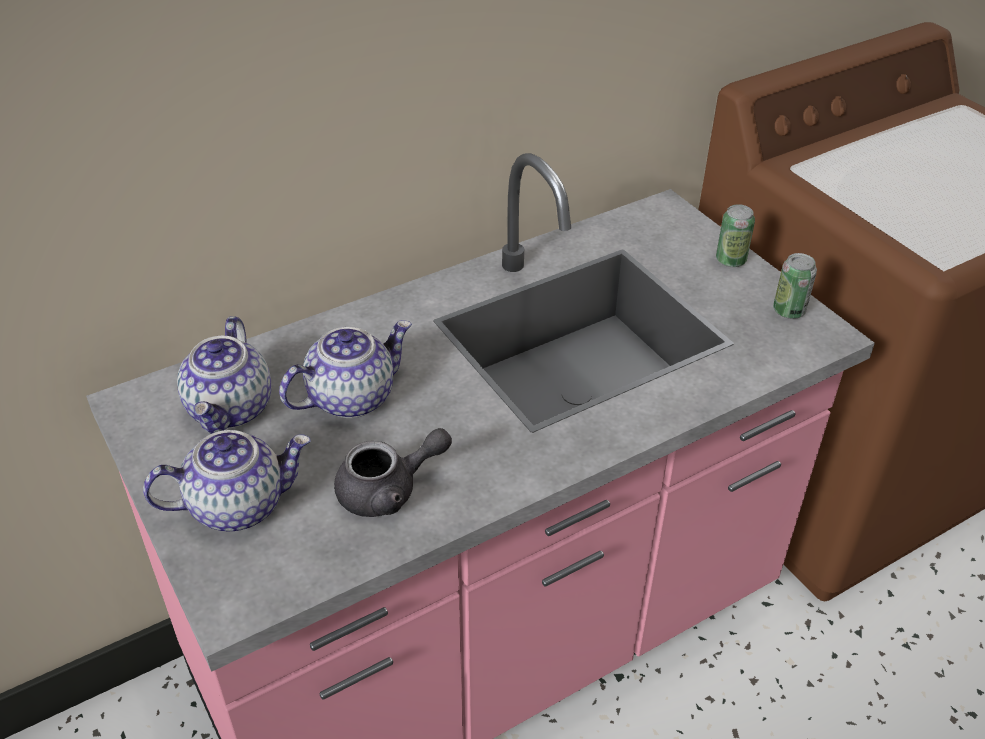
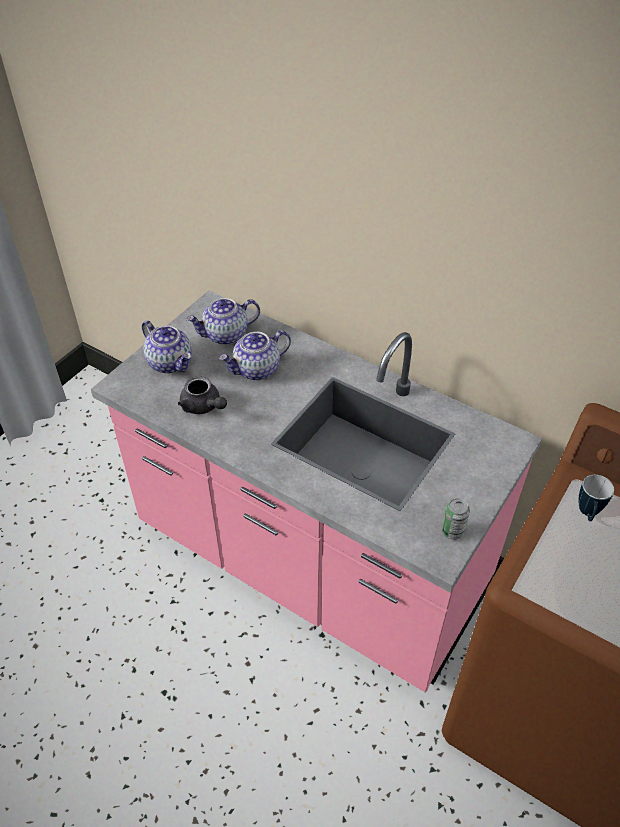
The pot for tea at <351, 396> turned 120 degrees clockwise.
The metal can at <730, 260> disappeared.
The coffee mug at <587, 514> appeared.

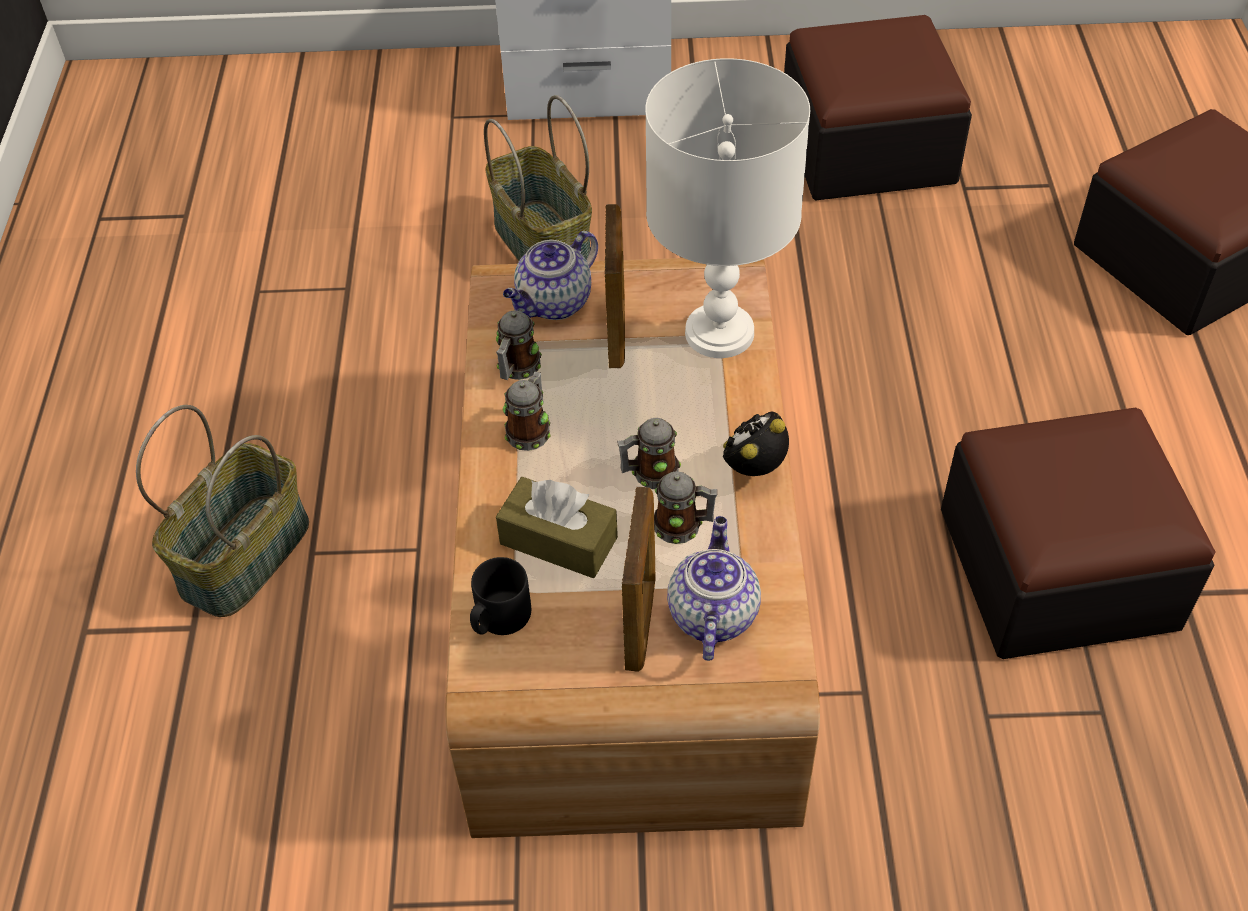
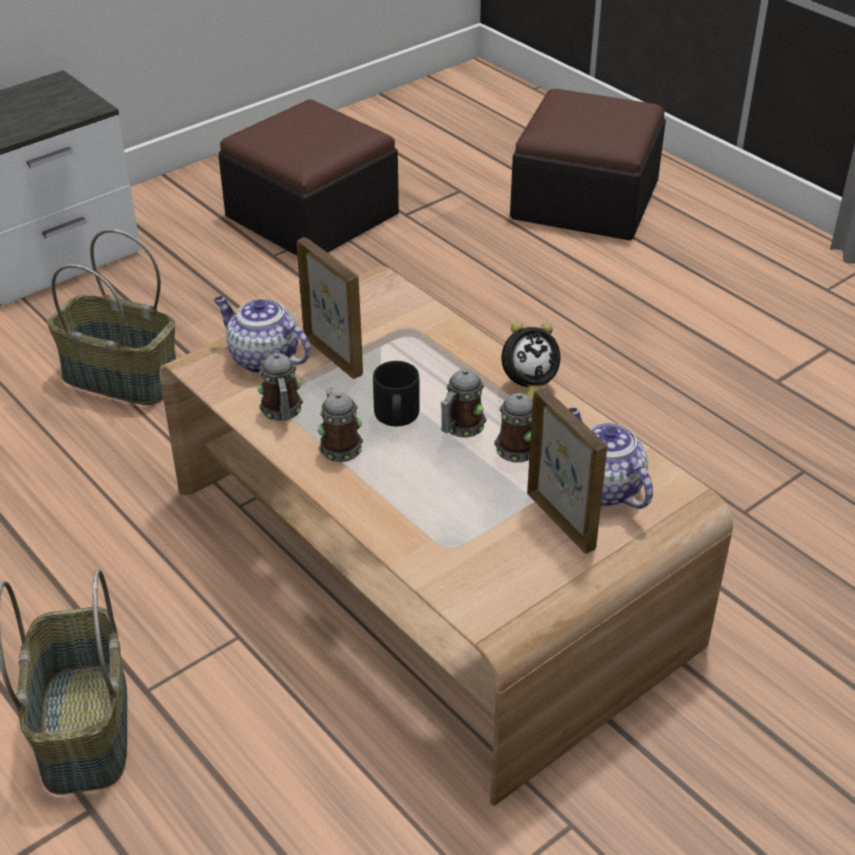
The black-coloured coffee mug moved from <499, 618> to <396, 417>.
The brown box of tissues at <558, 540> disappeared.
The pot for tea at <553, 304> turned 120 degrees clockwise.
The whitish tabletop lamp at <719, 334> disappeared.
The alarm clock at <753, 468> turned 120 degrees counterclockwise.
The pouffe at <1057, 568> disappeared.

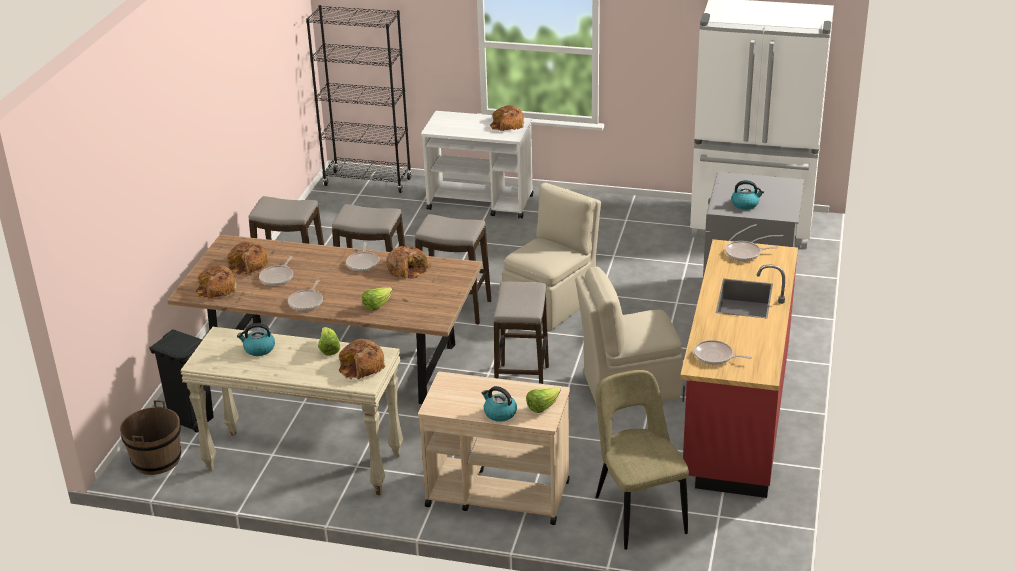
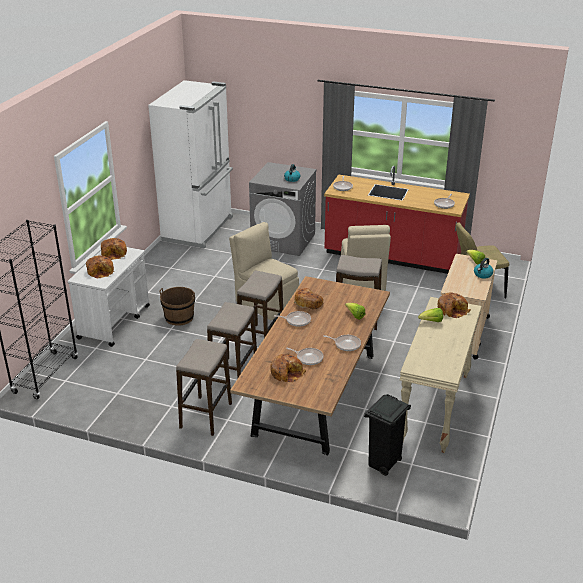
The brown pail moved from <156, 459> to <179, 317>.
The bread moved from <216, 289> to <101, 271>.
The tea kettle at <259, 349> disappeared.

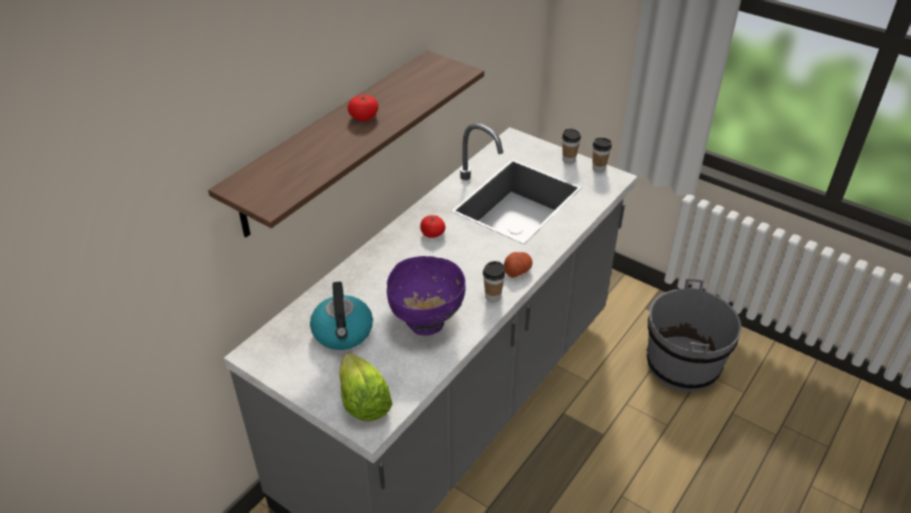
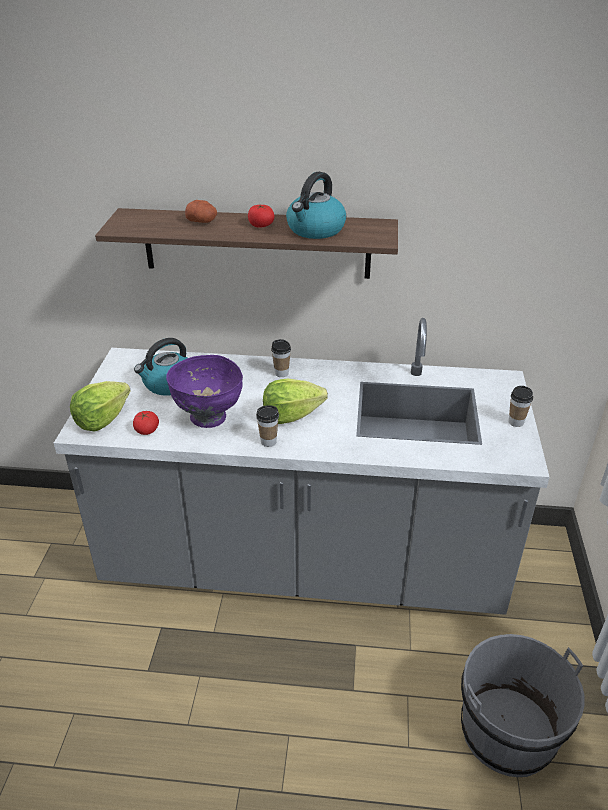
The fresh tomato moved from <432, 233> to <146, 430>.
The potato moved from <517, 270> to <202, 221>.
The drinking cup moved from <598, 169> to <281, 373>.
The lettuce at <291, 415> appeared.
The tea kettle at <315, 230> appeared.

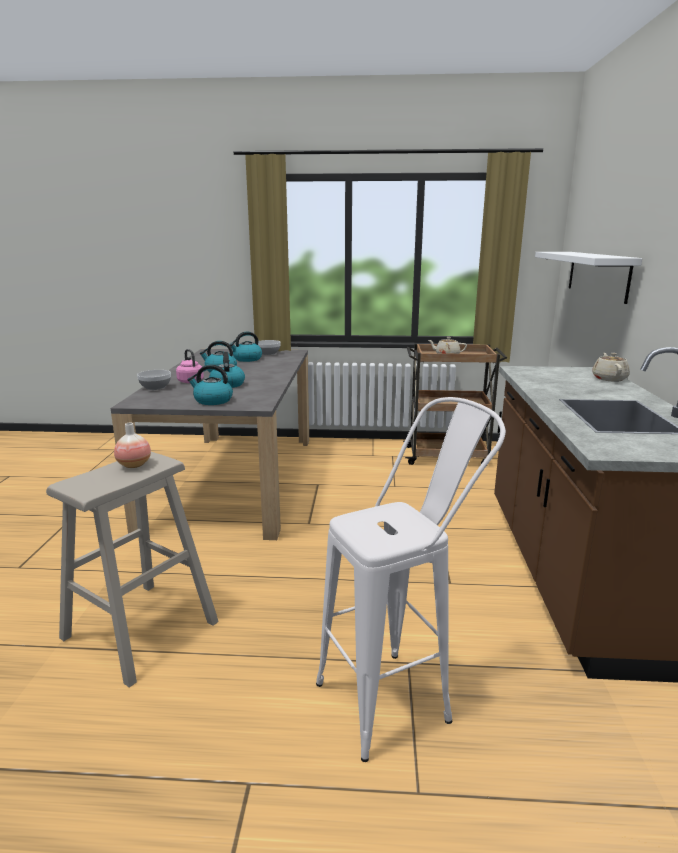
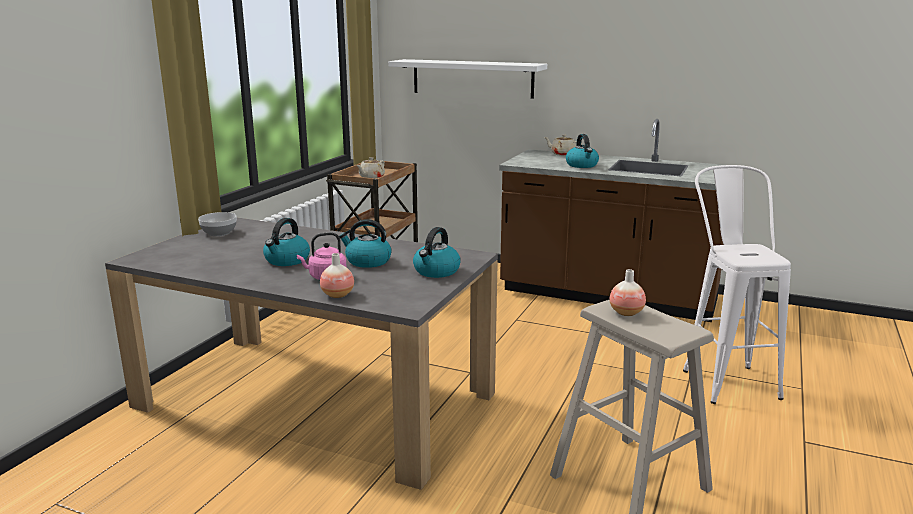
The deep dish at <156, 387> was replaced by the vase at <337, 295>.
The tea kettle moved from <247, 359> to <582, 165>.

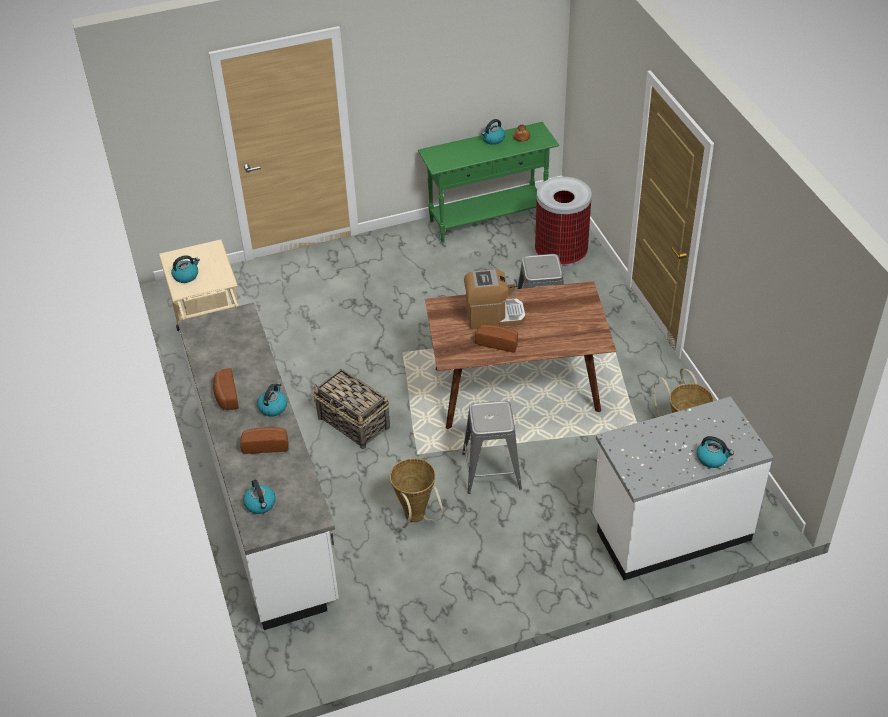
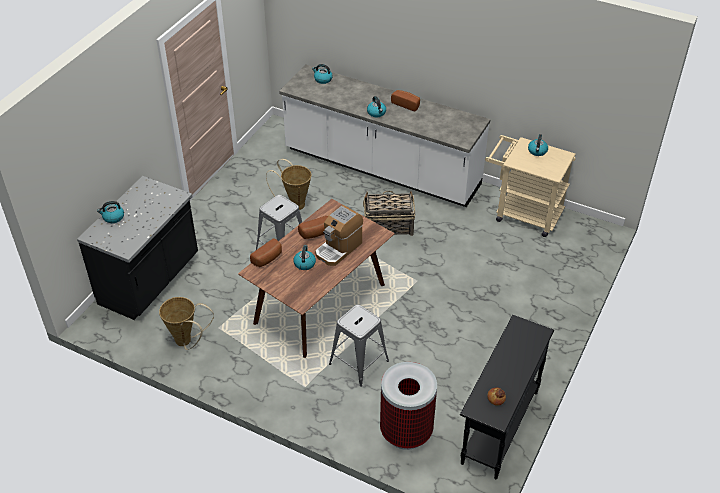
The bread moved from <266, 445> to <268, 259>.
The greenish hall table at <488, 219> became the black-coloured hall table at <499, 427>.
The tea kettle moved from <493, 139> to <304, 263>.
The whitish kitchen counter at <670, 529> became the black-coloured kitchen counter at <150, 281>.

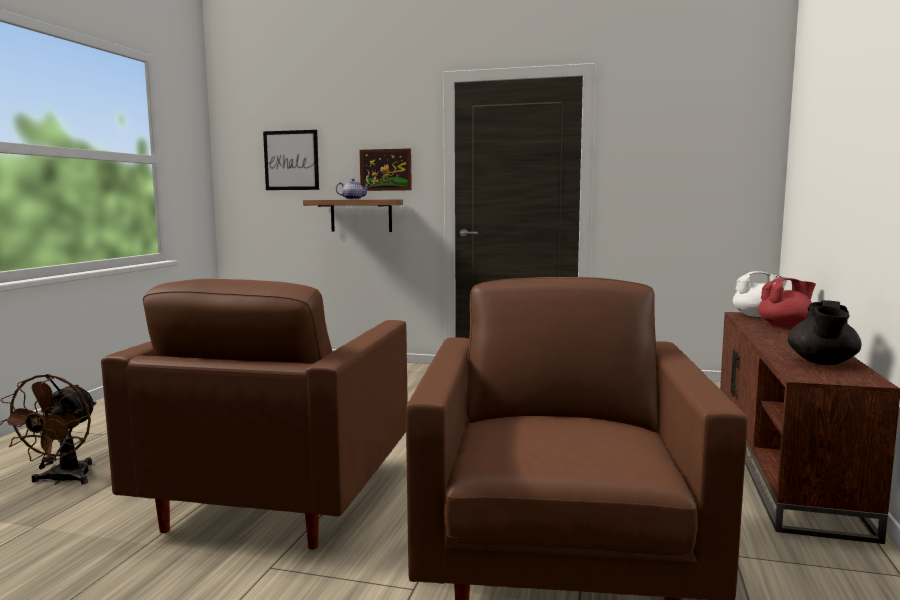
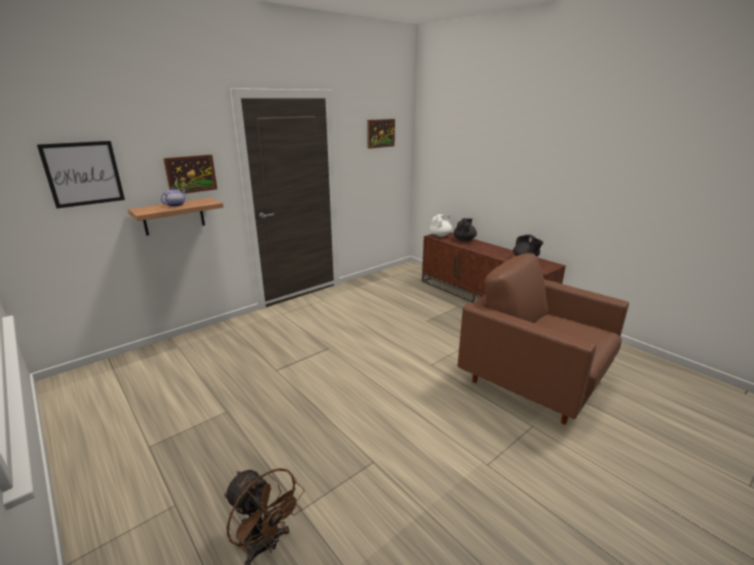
The brown easy chair at <280, 496> disappeared.
The reddish pot for tea at <785, 326> became the black-coloured pot for tea at <464, 240>.
The wall picture at <380, 133> appeared.

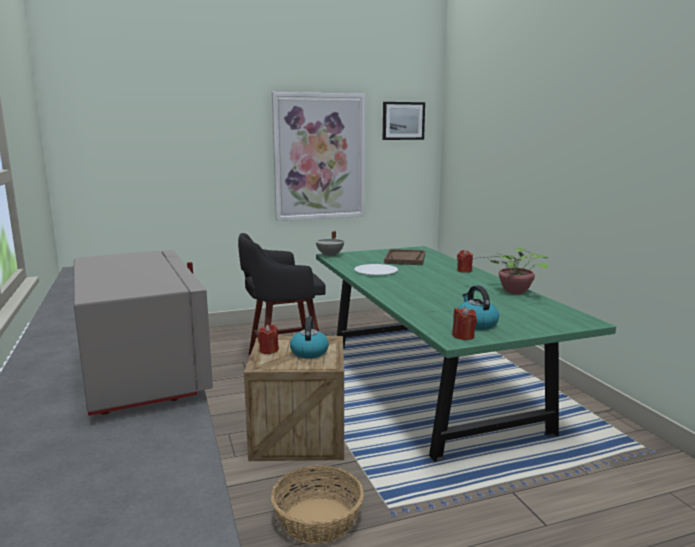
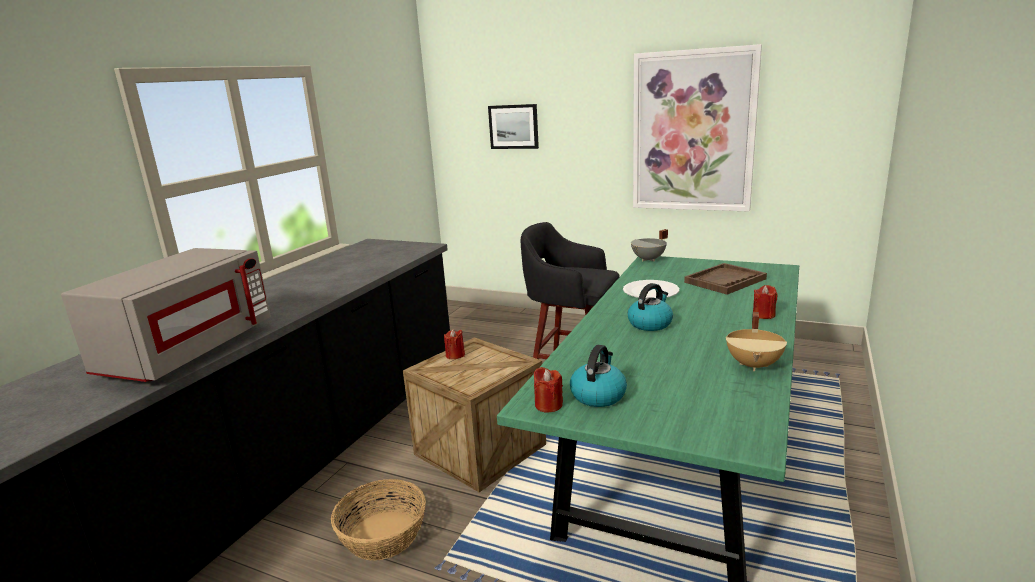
The tea kettle moved from <309, 352> to <650, 323>.
The wall picture moved from <403, 121> to <513, 126>.
The plant in a pot at <512, 292> was replaced by the sand-coloured saucepot at <754, 365>.

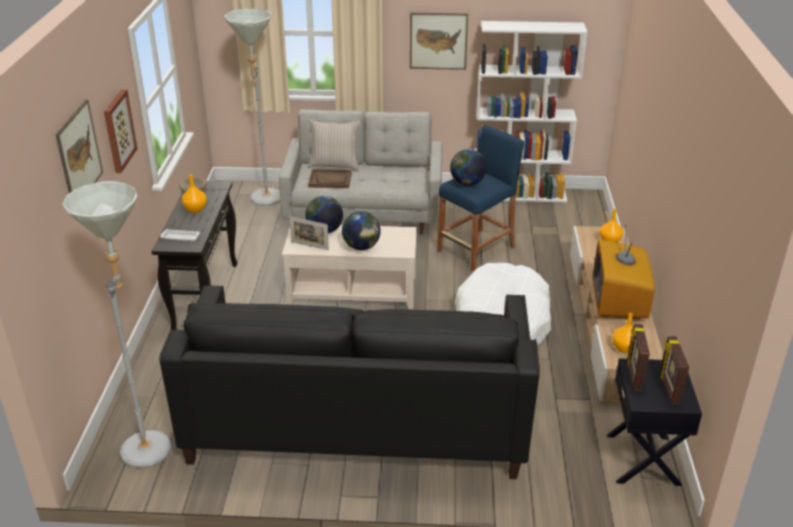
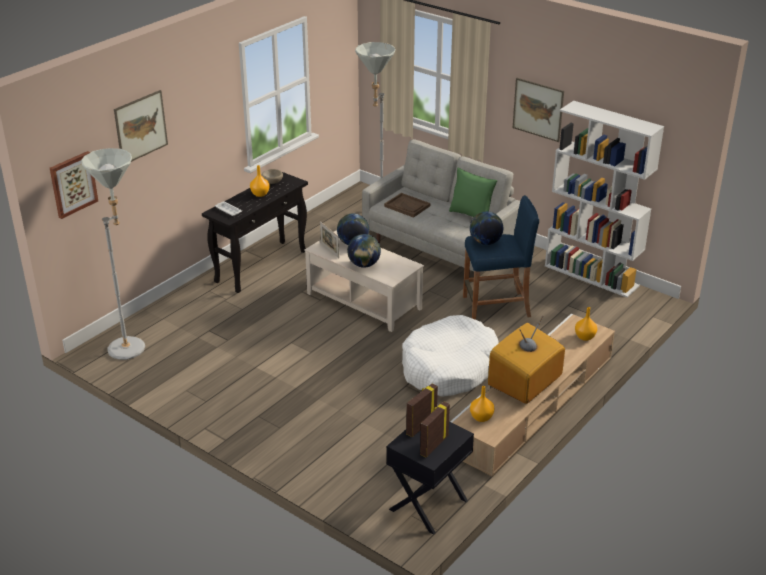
The wall picture moved from <118, 131> to <73, 184>.
The black-coloured couch at <359, 417> disappeared.
The sand-coloured cushion at <334, 165> disappeared.
The greenish cushion at <471, 214> appeared.

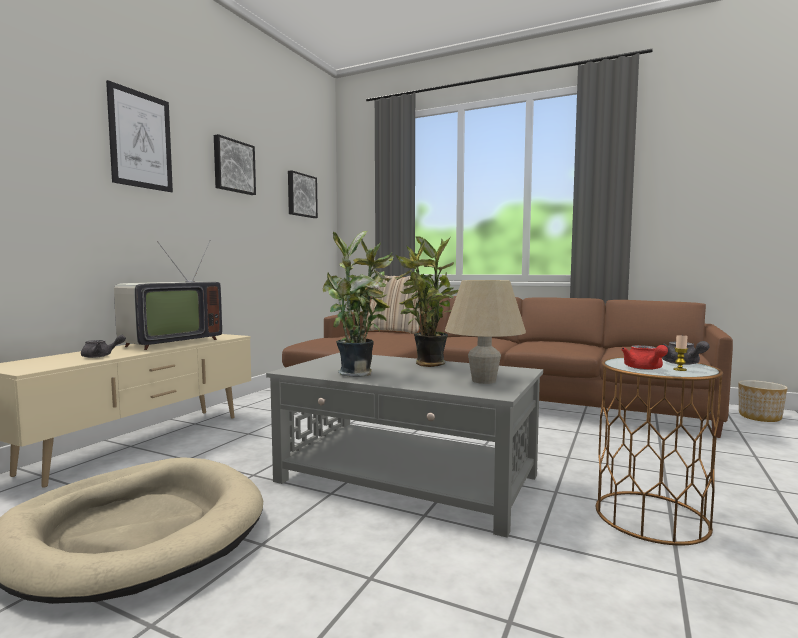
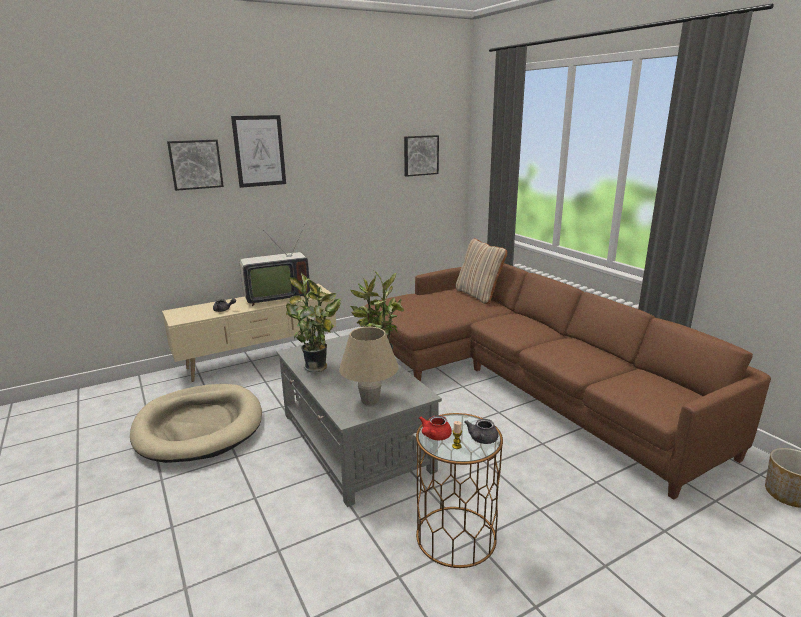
The wall picture moved from <233, 166> to <195, 164>.

